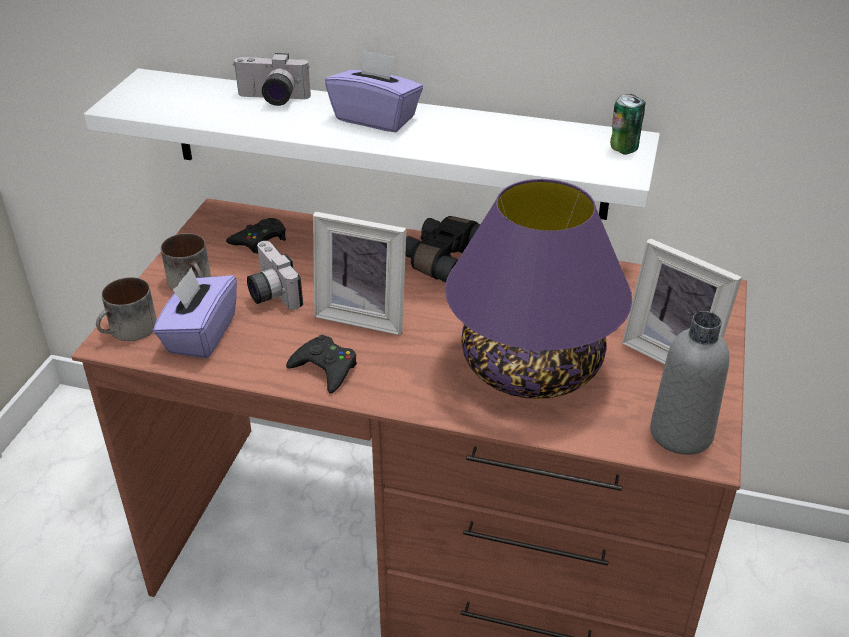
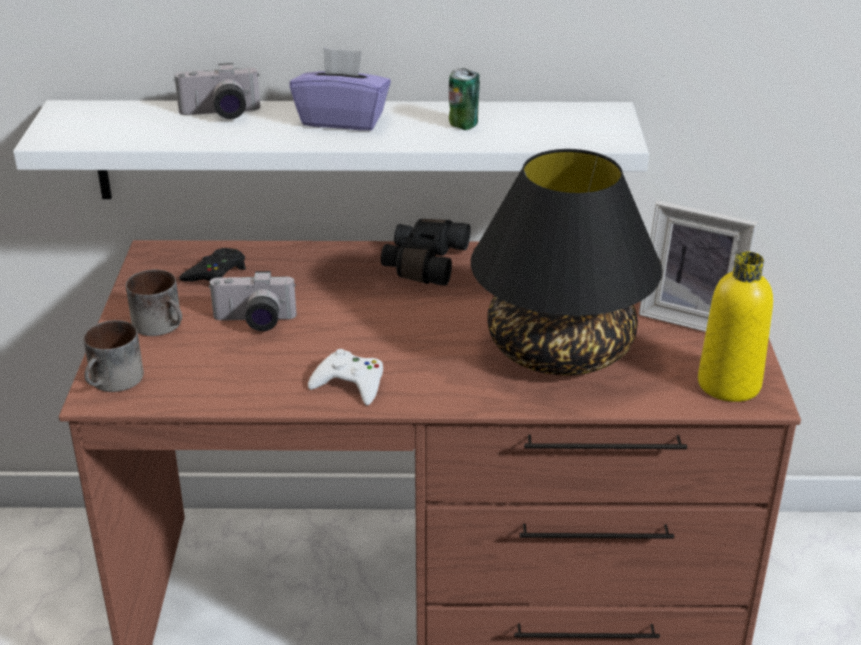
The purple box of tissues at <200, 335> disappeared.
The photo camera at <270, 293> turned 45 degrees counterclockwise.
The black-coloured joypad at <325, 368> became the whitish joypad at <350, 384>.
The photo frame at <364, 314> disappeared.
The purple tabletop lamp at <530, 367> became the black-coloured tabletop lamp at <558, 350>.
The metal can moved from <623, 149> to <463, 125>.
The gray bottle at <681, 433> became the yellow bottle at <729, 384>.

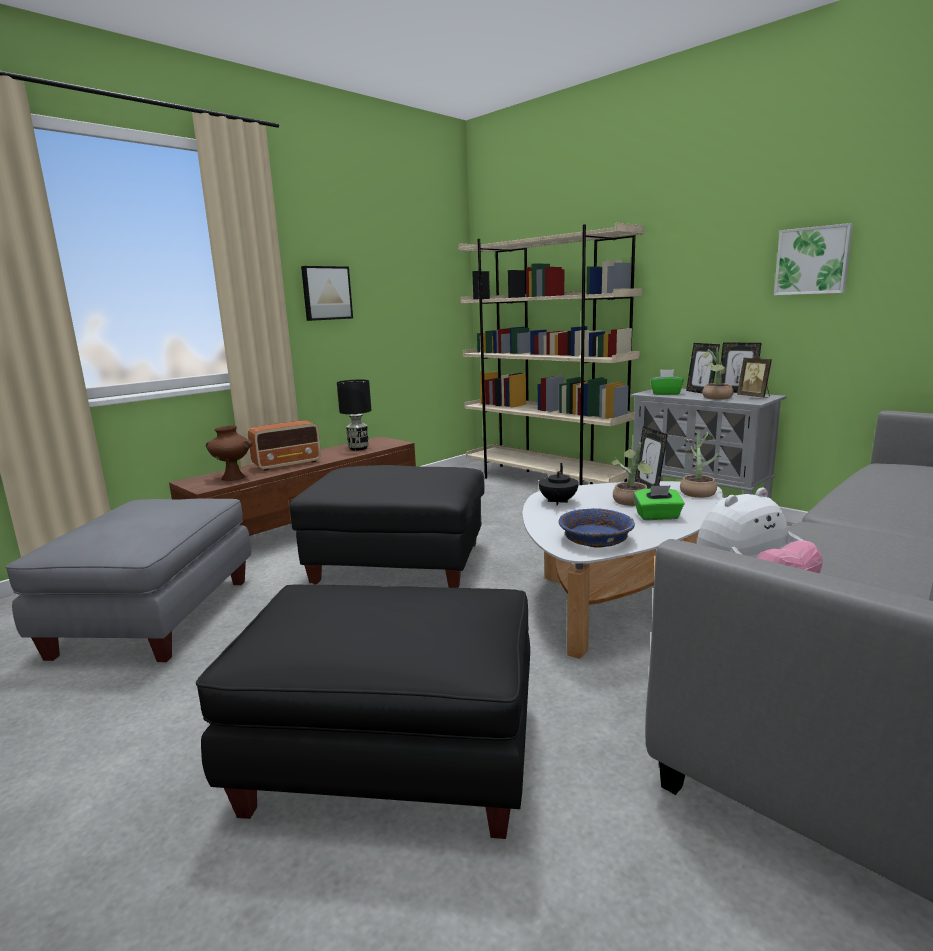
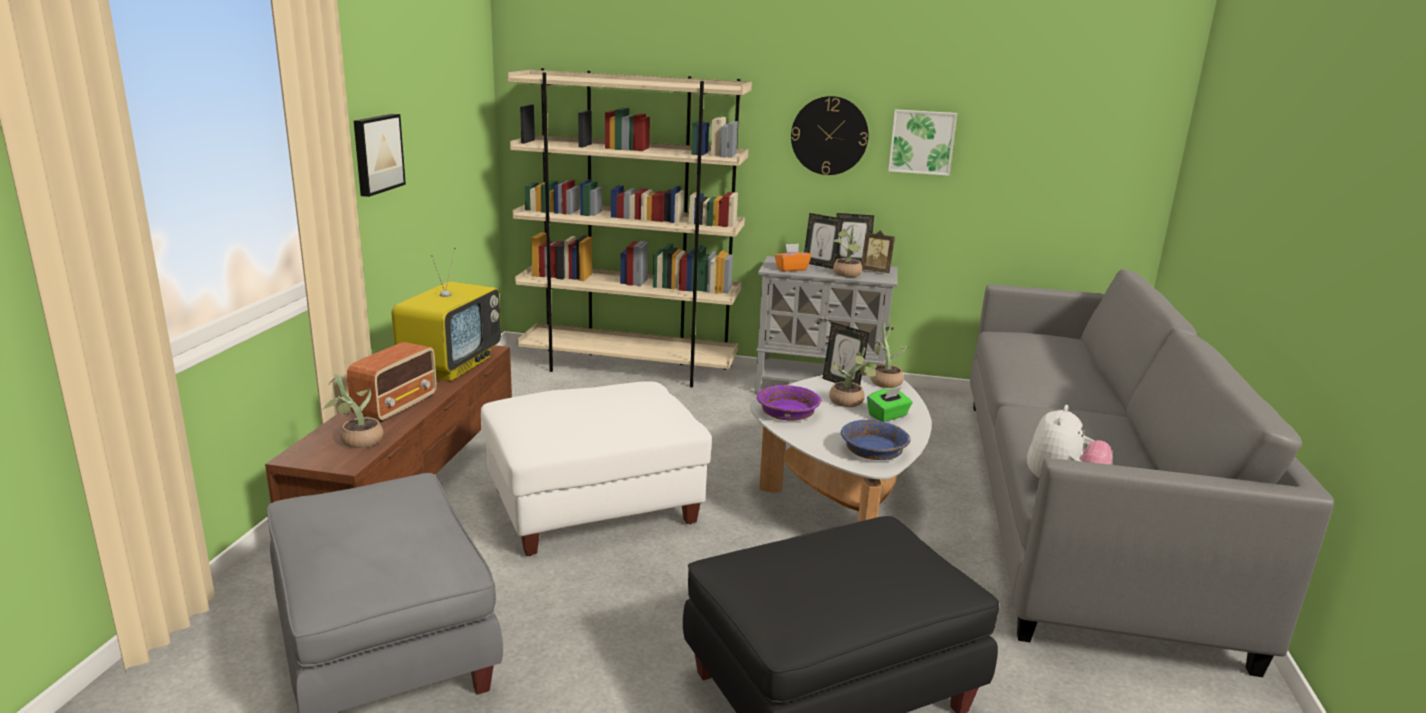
The brown vase at <232, 478> was replaced by the plant in a pot at <356, 441>.
The black-coloured pouffe at <398, 563> became the whitish pouffe at <594, 507>.
The black-coloured tabletop lamp at <358, 448> was replaced by the TV at <451, 365>.
The black-coloured pot for tea at <557, 502> was replaced by the purple deep dish at <787, 413>.
The greenish box of tissues at <665, 393> became the orange-coloured box of tissues at <791, 269>.
The clock on the wall at <829, 135> appeared.

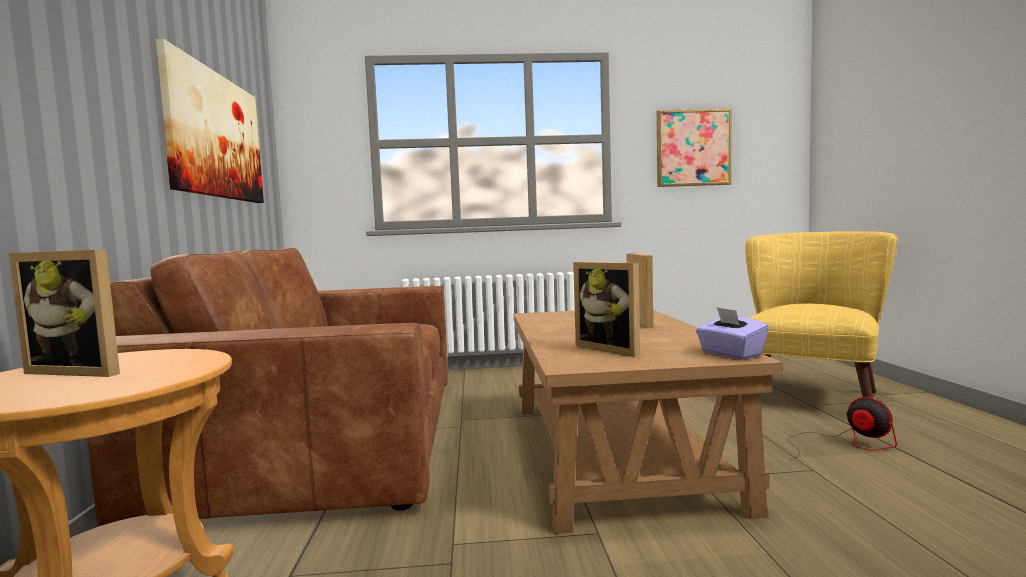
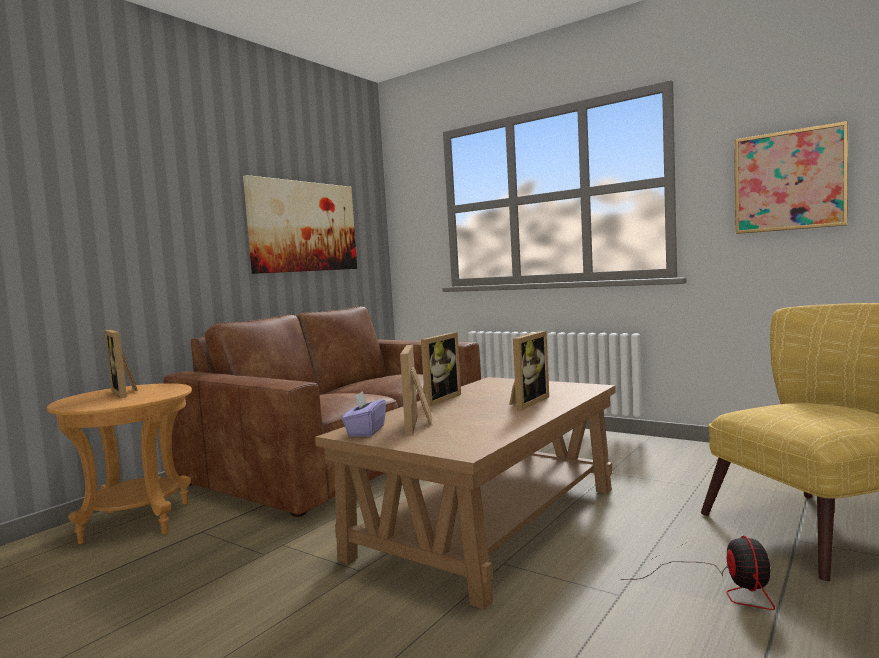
The purple box of tissues moved from <730, 354> to <365, 431>.
The photo frame at <437, 399> appeared.

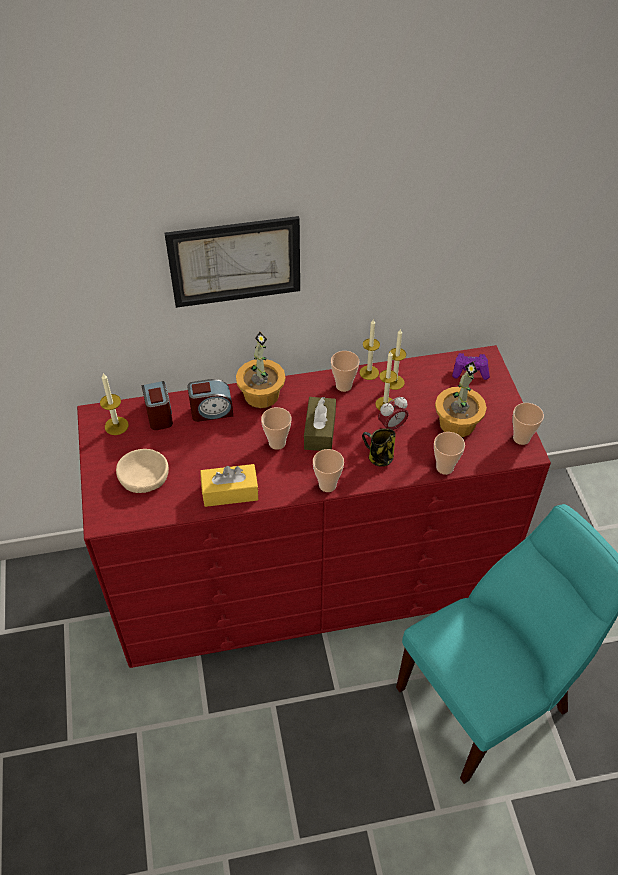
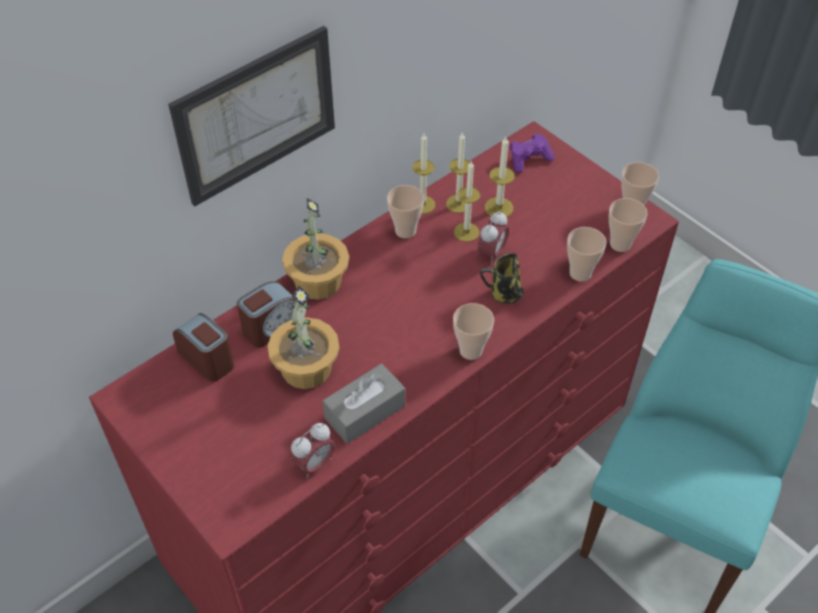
The wax candle moved from <116, 426> to <498, 207>.
The sand-coloured deep dish at <143, 476> disappeared.
The yellow box of tissues at <230, 492> became the gray box of tissues at <365, 412>.
The drinking cup moved from <277, 443> to <620, 244>.
The brown box of tissues at <320, 431> disappeared.
The plant in a pot moved from <456, 423> to <305, 368>.
The alarm clock at <314, 464> appeared.

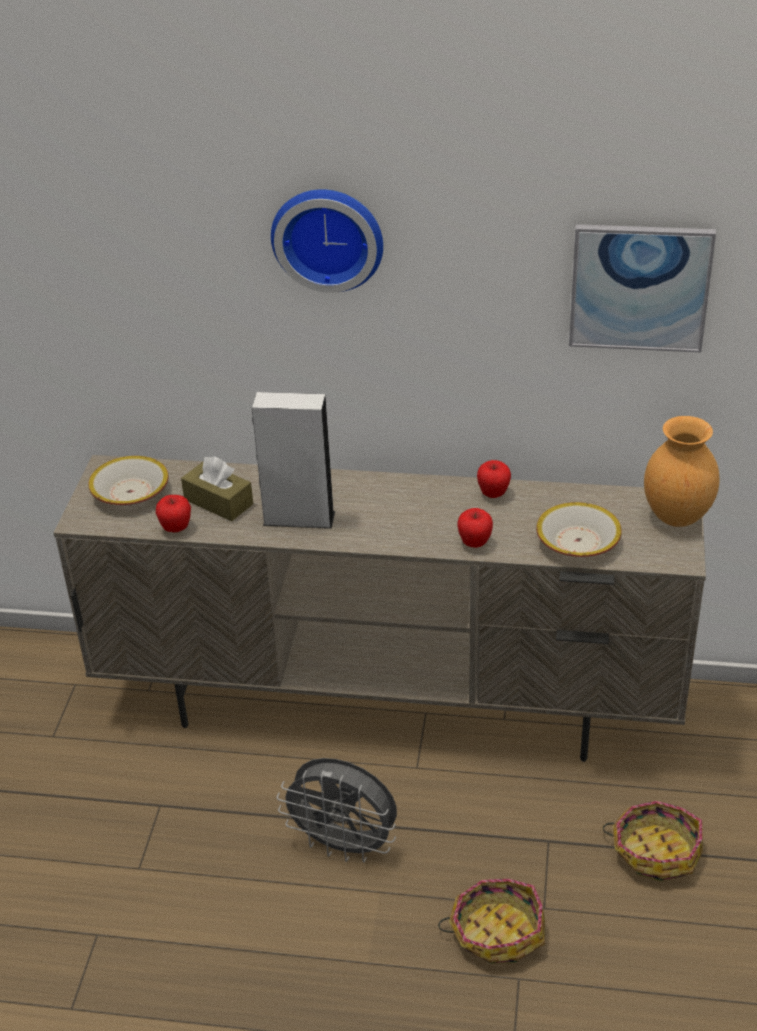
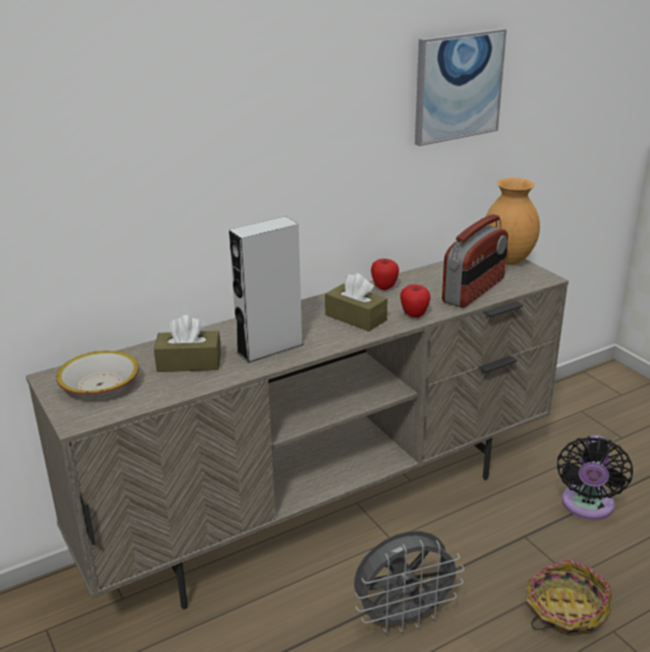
The apple at <176, 528> disappeared.
The clock on the wall at <328, 237> disappeared.
The deep dish at <578, 541> was replaced by the radio at <474, 291>.
The storage basket at <655, 851> was replaced by the black-coloured electric fan at <587, 506>.
The brown box of tissues at <355, 317> appeared.

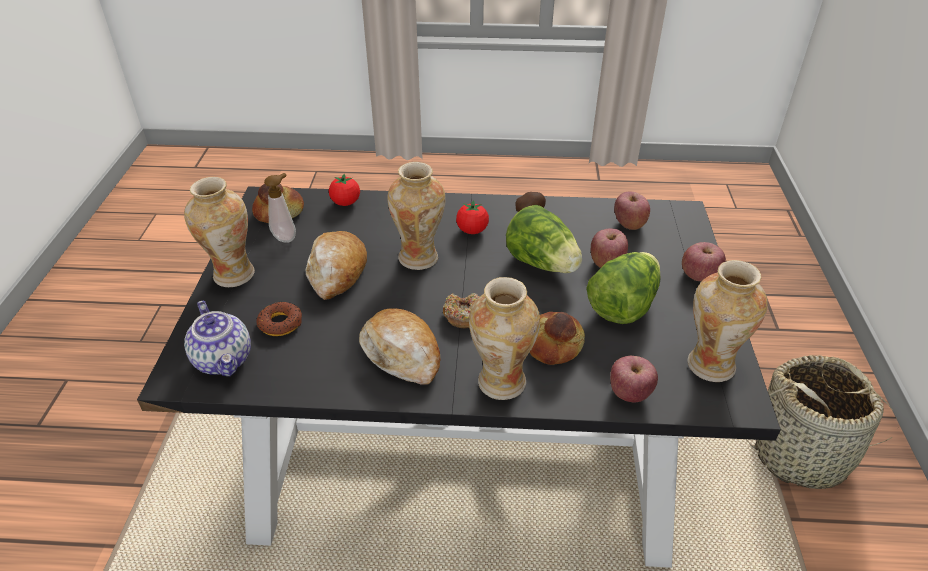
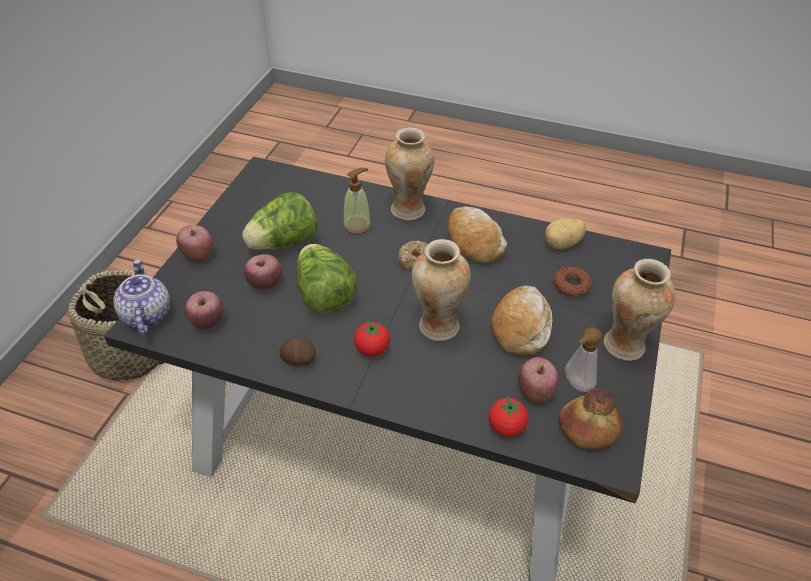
The pot for tea moved from <224, 359> to <146, 315>.
The bread at <554, 345> was replaced by the soap bottle at <357, 225>.
The apple moved from <629, 393> to <535, 392>.
The vase at <709, 364> disappeared.
The potato at <563, 244> appeared.

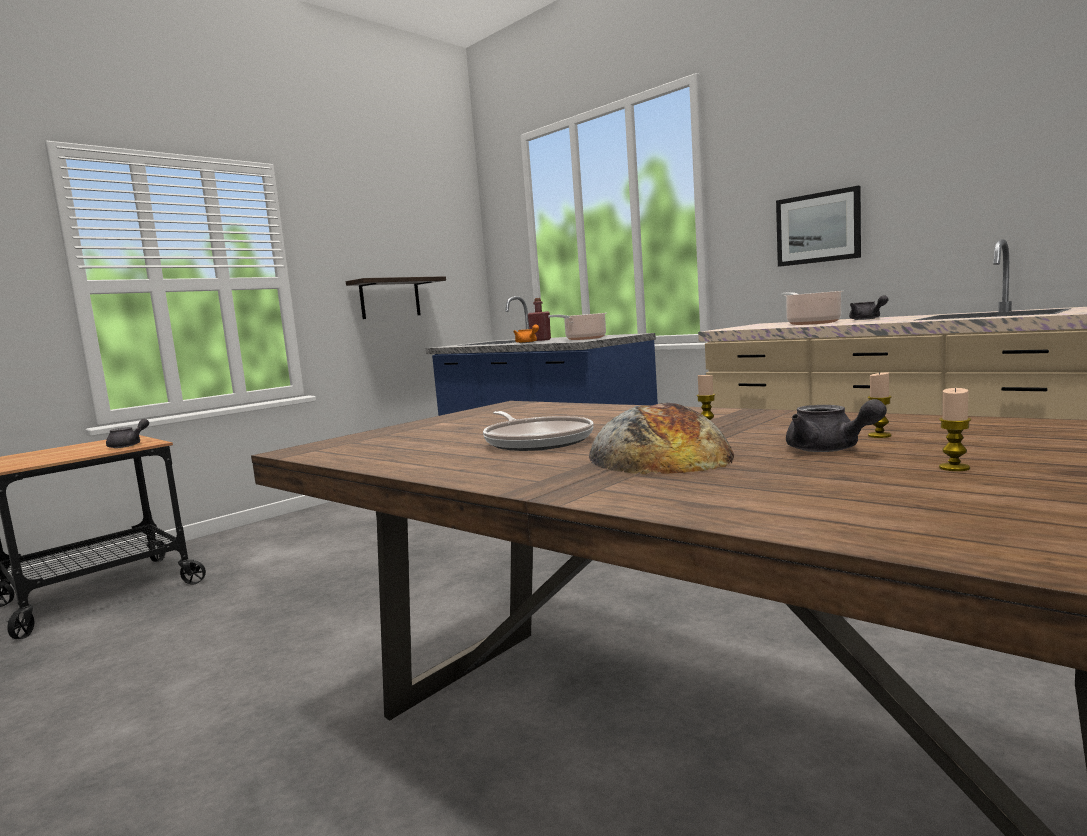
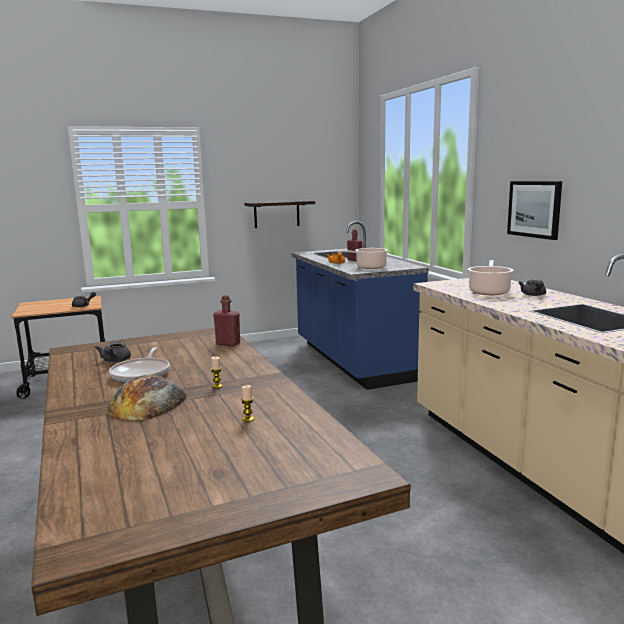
The gray pot for tea moved from <829, 450> to <115, 361>.
The wax candle at <954, 468> disappeared.
The reddish bottle at <228, 343> appeared.

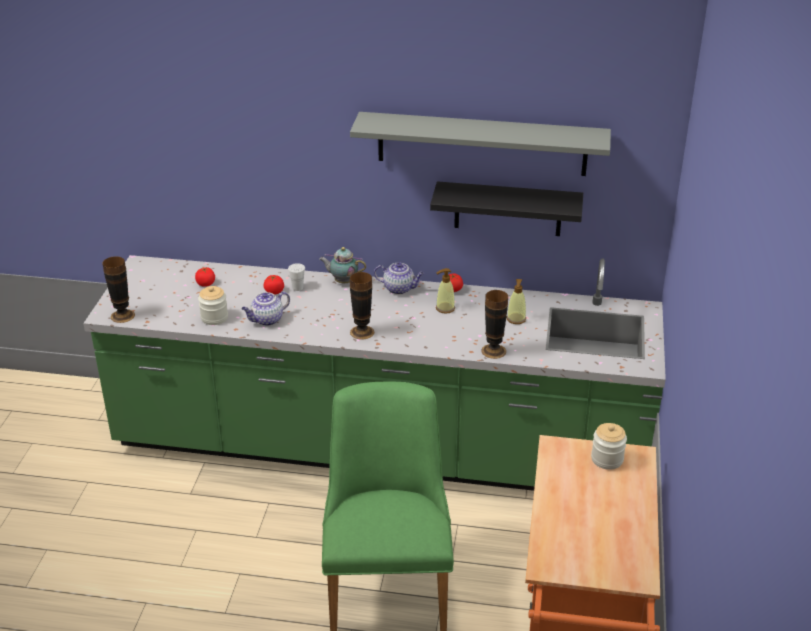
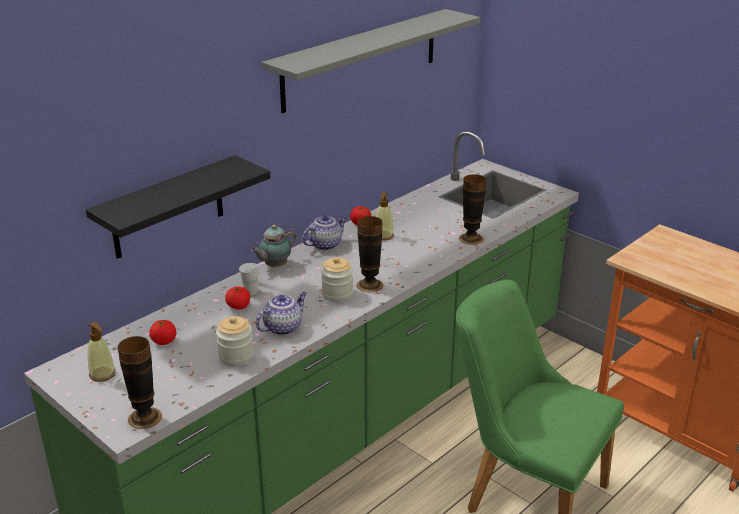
The pot for tea at <266, 320> turned 135 degrees counterclockwise.
The black-coloured shelf moved from <508, 209> to <168, 208>.
The soap bottle moved from <516, 319> to <102, 374>.
The jar moved from <607, 459> to <337, 294>.

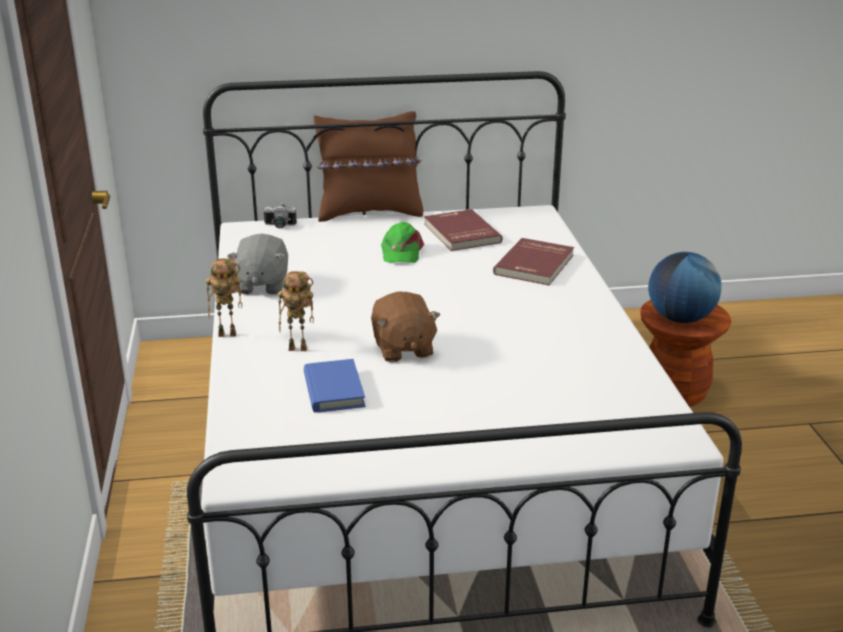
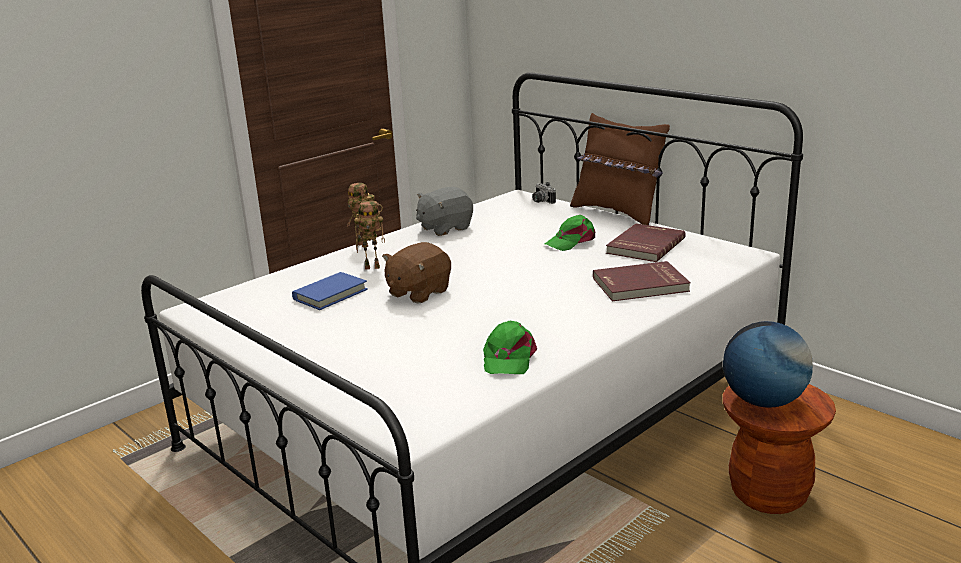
The toy robot at <299, 348> turned 60 degrees counterclockwise.
The greenish baseball cap at <508, 358> appeared.

